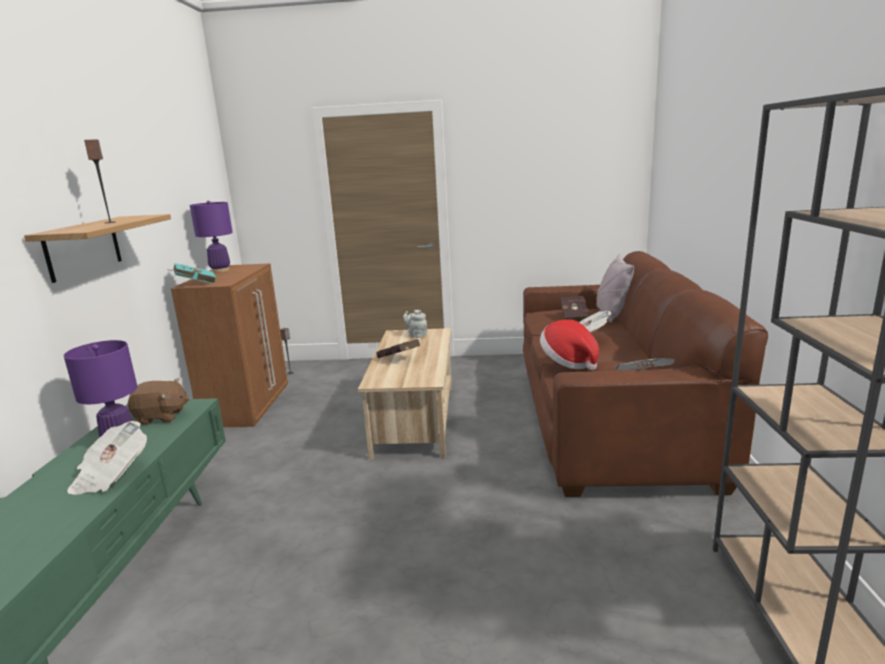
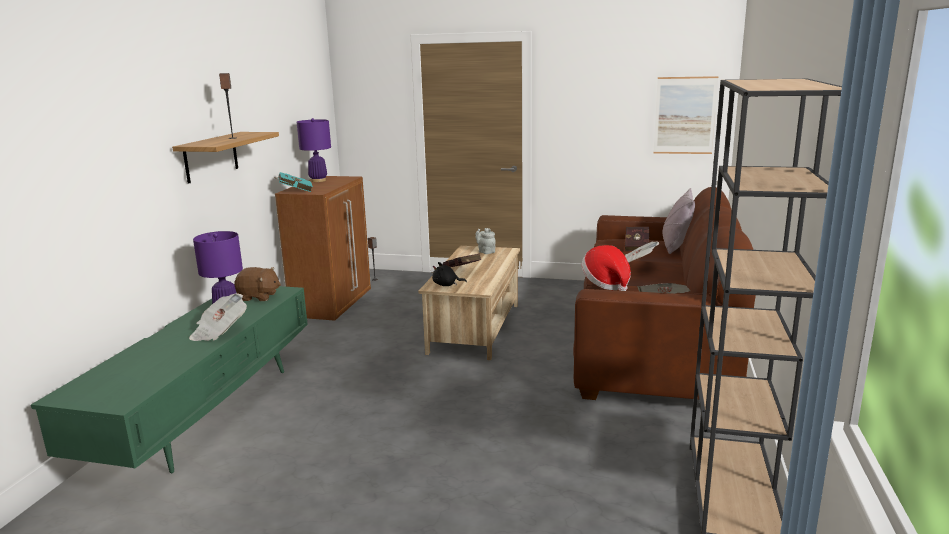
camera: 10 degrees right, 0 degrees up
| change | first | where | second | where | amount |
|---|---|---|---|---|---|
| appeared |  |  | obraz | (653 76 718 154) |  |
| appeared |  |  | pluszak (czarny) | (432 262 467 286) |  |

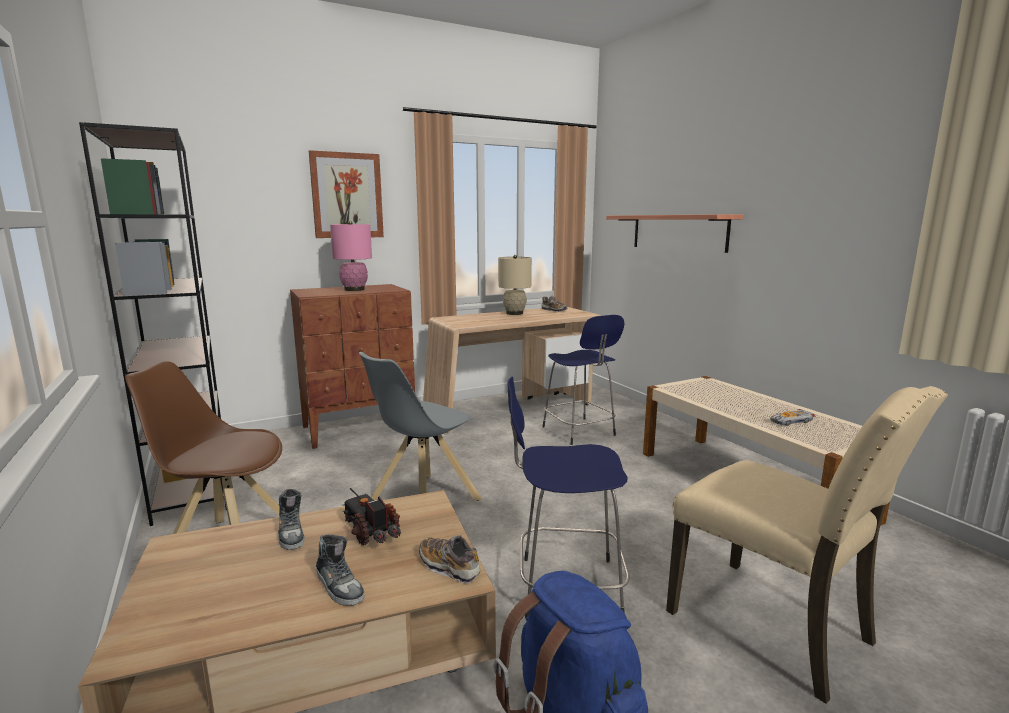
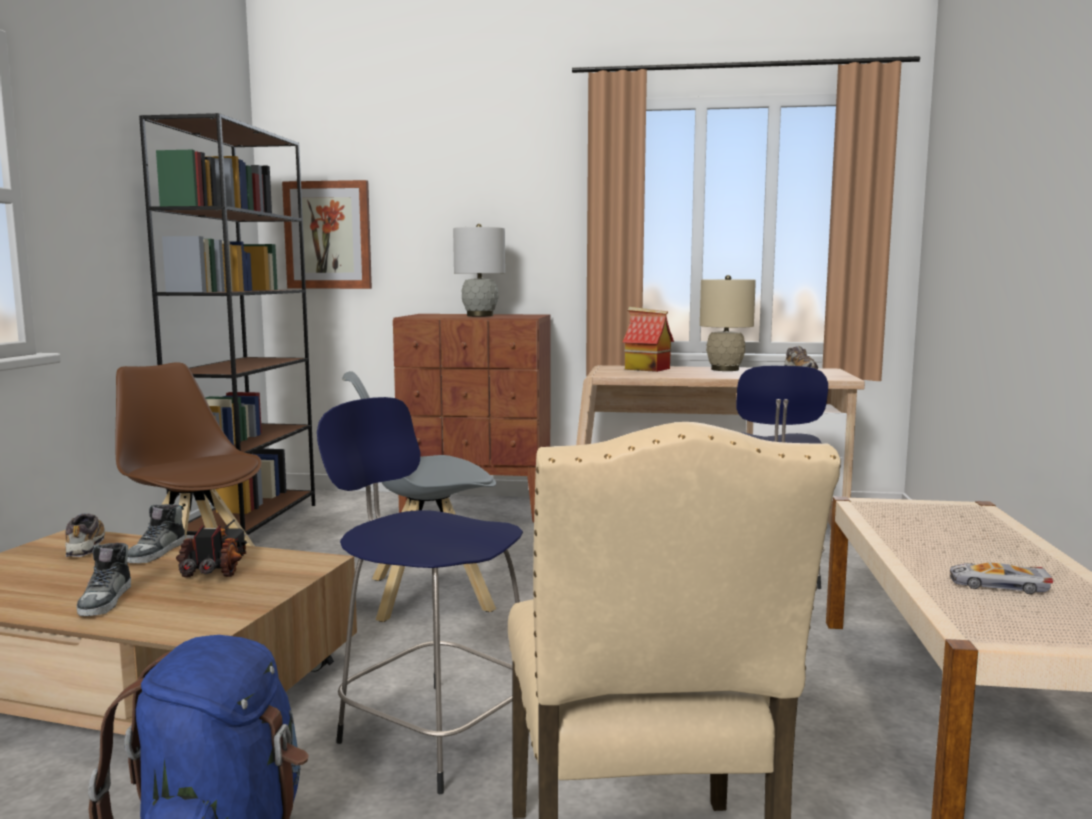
camera: 35 degrees right, 5 degrees down
| change | first | where | second | where | amount |
|---|---|---|---|---|---|
| relocated | obraz | (309 150 384 238) |  | (282 180 372 289) |  |
| missing | półka | (606 214 743 253) |  |  |  |
| colour | lampa stołowa (różowy) | (330 221 372 291) | lampa stołowa (biały) | (453 224 505 316) |  |
| relocated | but | (419 535 480 584) |  | (65 513 105 557) |  |
| appeared |  |  | domek | (622 307 674 372) |  |

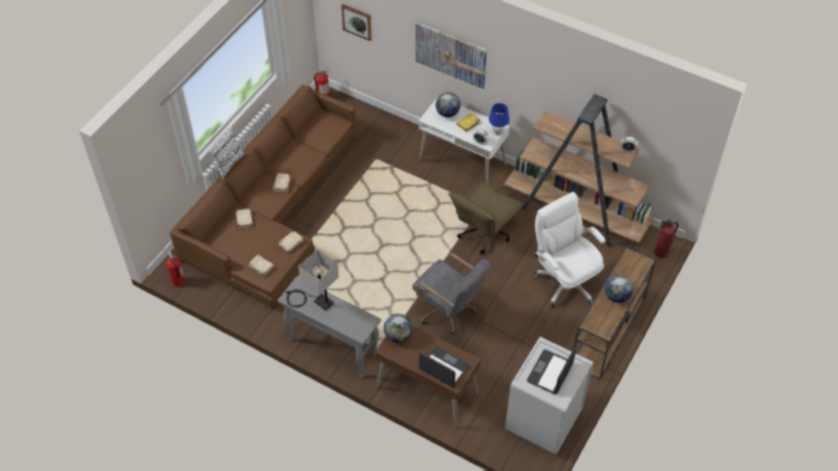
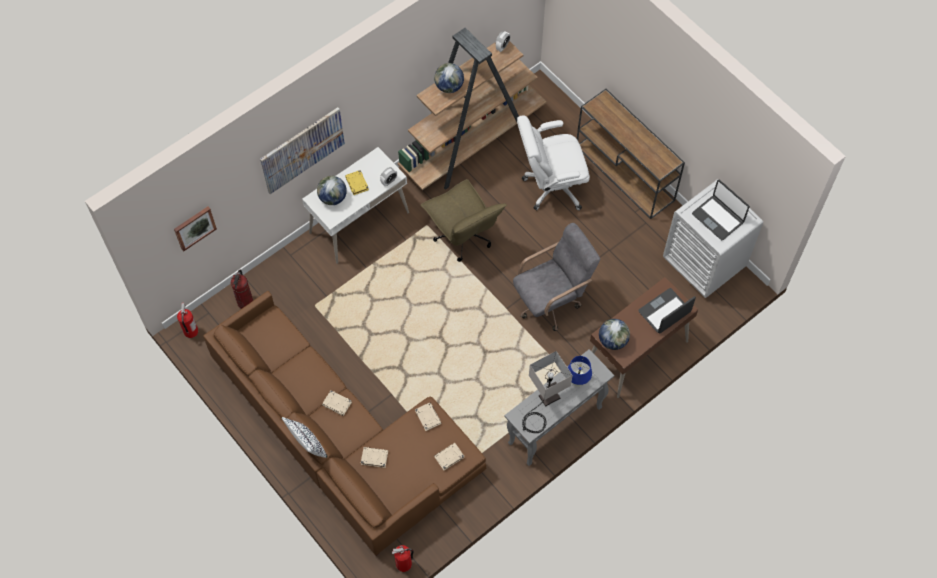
camera: 70 degrees left, 10 degrees up
| change | first | where | second | where | amount |
|---|---|---|---|---|---|
| relocated | lampa stołowa (niebieski) | (489 103 509 135) |  | (568 356 592 387) |  |
| relocated | gaśnica | (654 220 678 258) |  | (231 270 253 309) |  |
| relocated | globus | (604 274 633 303) |  | (434 63 464 93) |  |

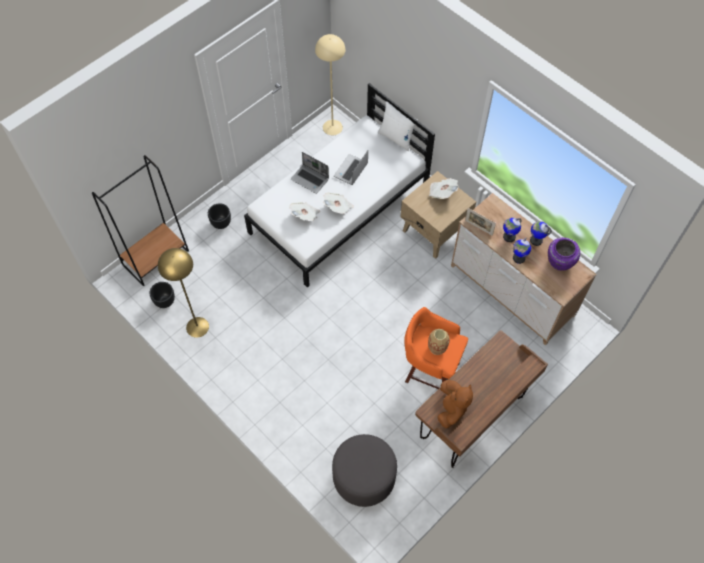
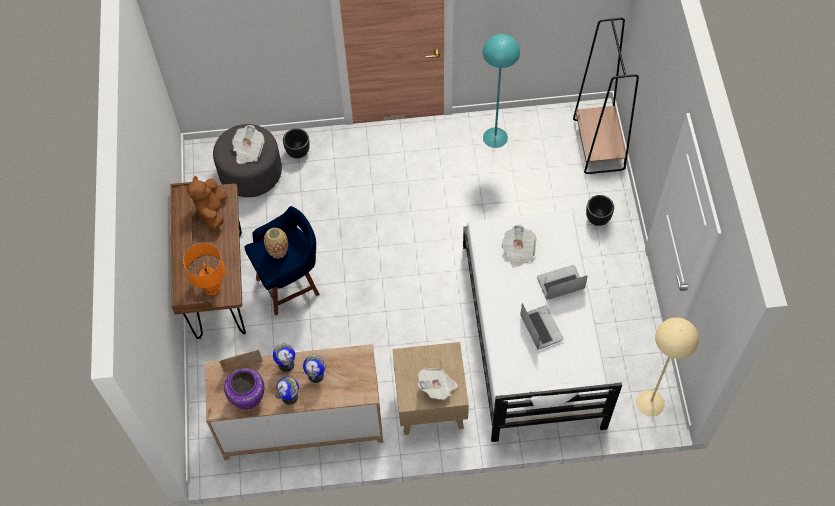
camera: 130 degrees right, 0 degrees up
| change | first | where | second | where | amount |
|---|---|---|---|---|---|
| relocated | gazeta | (323 192 354 214) |  | (232 125 265 164) |  |
| relocated | ramka na zdjęcie | (465 208 496 236) |  | (219 349 263 372) |  |
| colour | lampa stojąca (żółty) | (158 248 209 338) | lampa stojąca (turkusowy) | (483 34 520 148) |  |
| relocated | donica (czarny) | (149 282 175 308) |  | (283 128 310 158) |  |
| colour | stołek (pomarańczowy) | (404 307 468 389) | stołek (niebieski) | (244 206 320 316) |  |
| spun | pluszak (brązowy) | (437 379 473 428) |  | (187 176 227 229) | 45 degrees clockwise |
| appeared |  |  | lampa stołowa (pomarańczowy) | (183 243 225 296) |  |

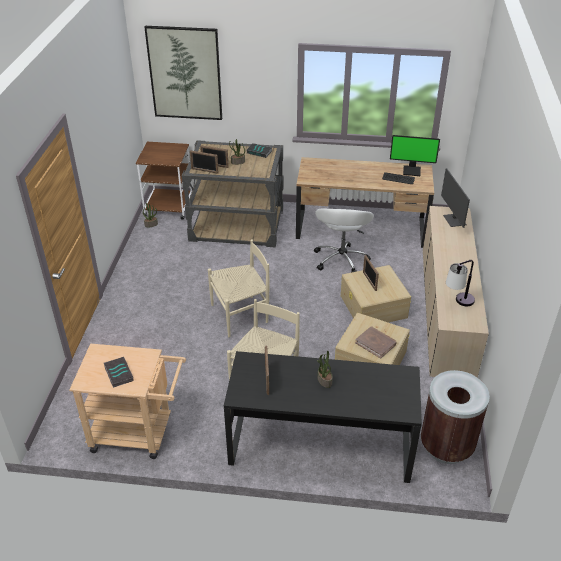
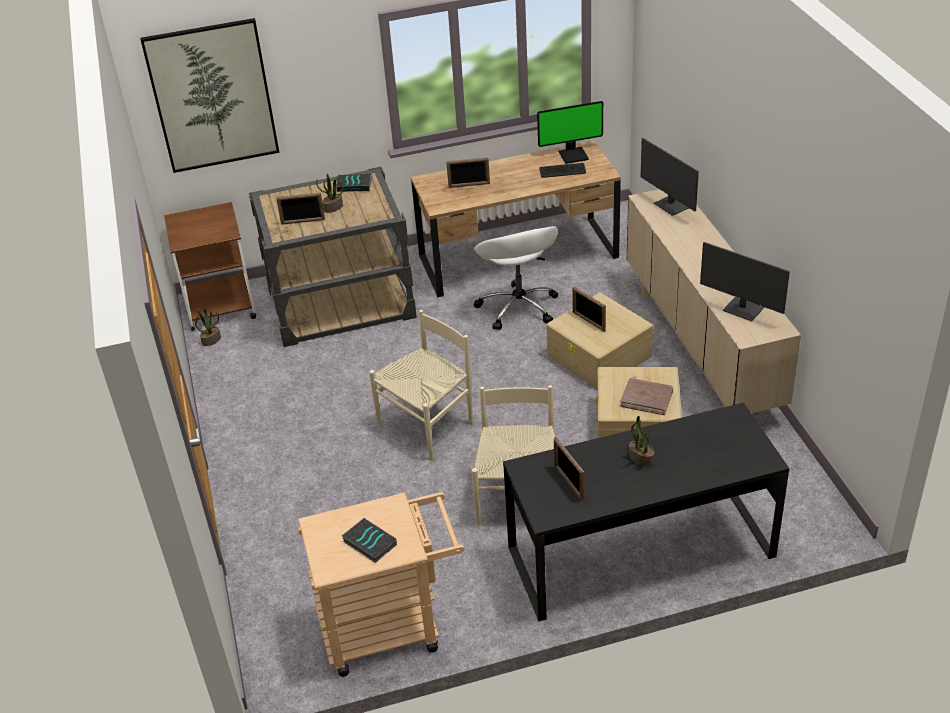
camera: 20 degrees left, 0 degrees up
| change | first | where | second | where | amount |
|---|---|---|---|---|---|
| relocated | ramka na zdjęcie | (190 150 218 174) |  | (446 157 490 188) |  |
| exchanged | lampa stołowa | (446 260 475 306) | monitor | (700 242 790 321) |  |
| missing | kosz na śmieci (brązowy) | (421 370 490 464) |  |  |  |

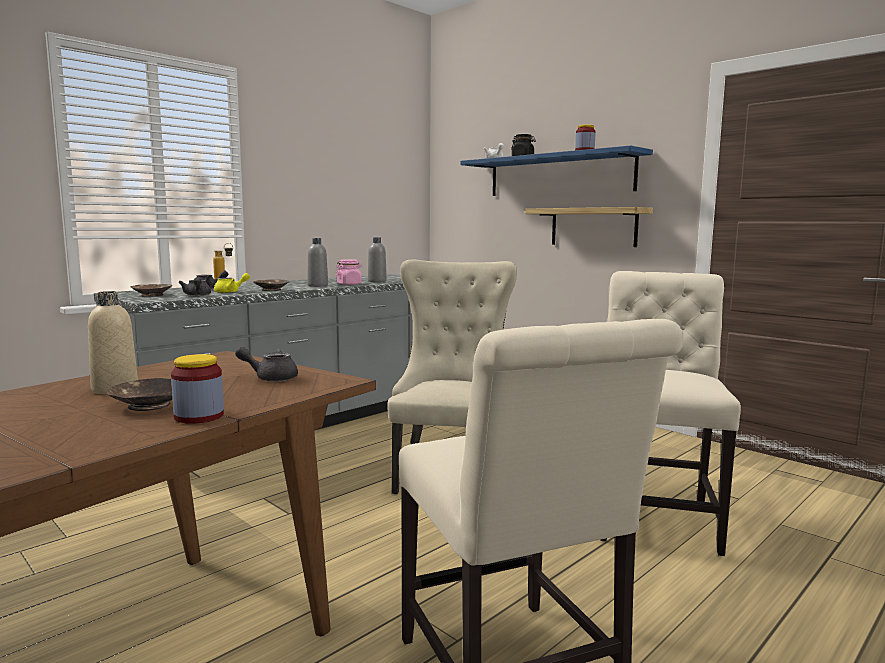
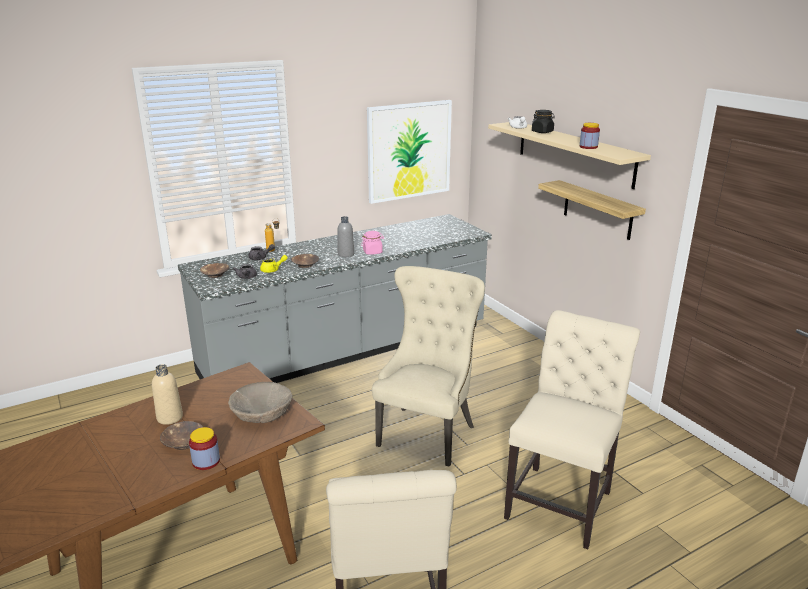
camera: 15 degrees right, 15 degrees up
| change | first | where | second | where | amount |
|---|---|---|---|---|---|
| colour | półka (niebieski) | (460 145 653 196) | półka (beżowy) | (488 122 651 189) |  |
| missing | butelka (szary) | (368 237 387 282) |  |  |  |
| exchanged | imbryk (szary) | (235 347 298 382) | miska (beżowy) | (228 382 293 423) |  |
| appeared |  |  | obraz | (367 100 452 204) |  |

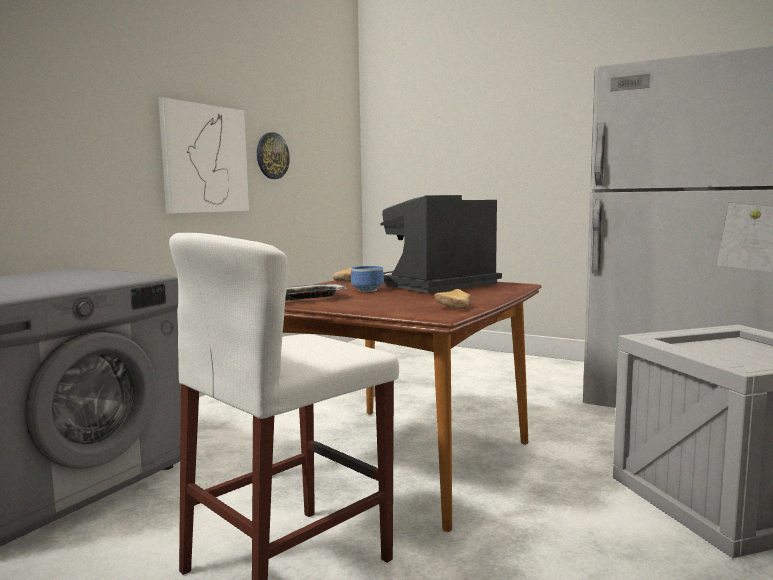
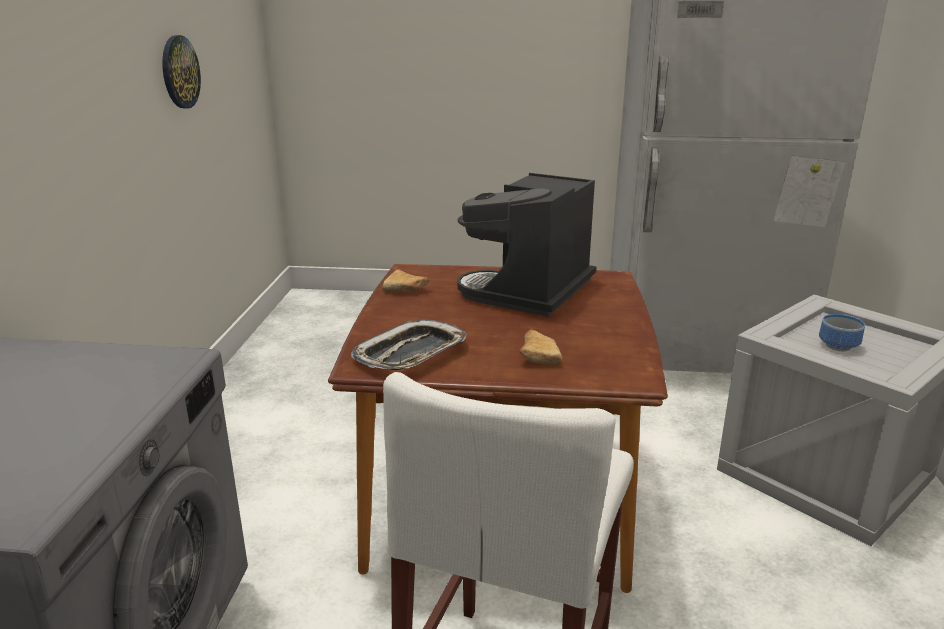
camera: 25 degrees left, 15 degrees up
| change | first | where | second | where | amount |
|---|---|---|---|---|---|
| missing | obraz | (158 97 249 214) |  |  |  |
| relocated | miska | (351 266 384 292) |  | (819 314 865 351) |  |
| relocated | chleb | (434 289 471 309) |  | (520 330 562 366) |  |

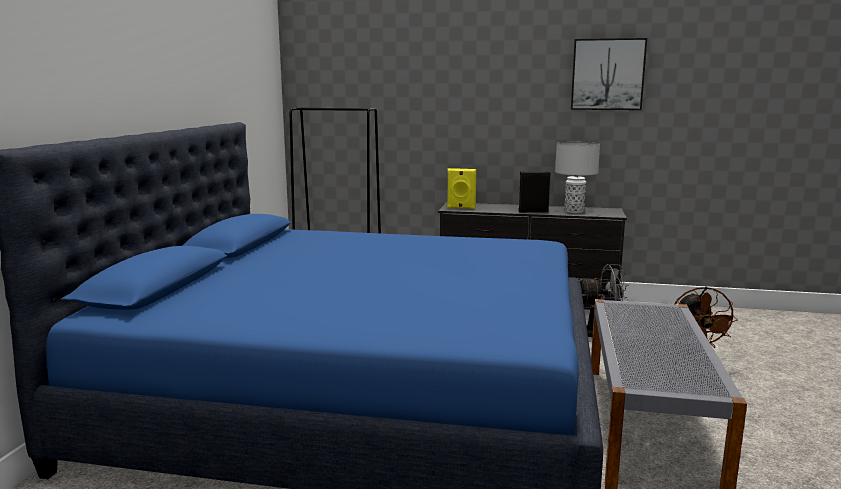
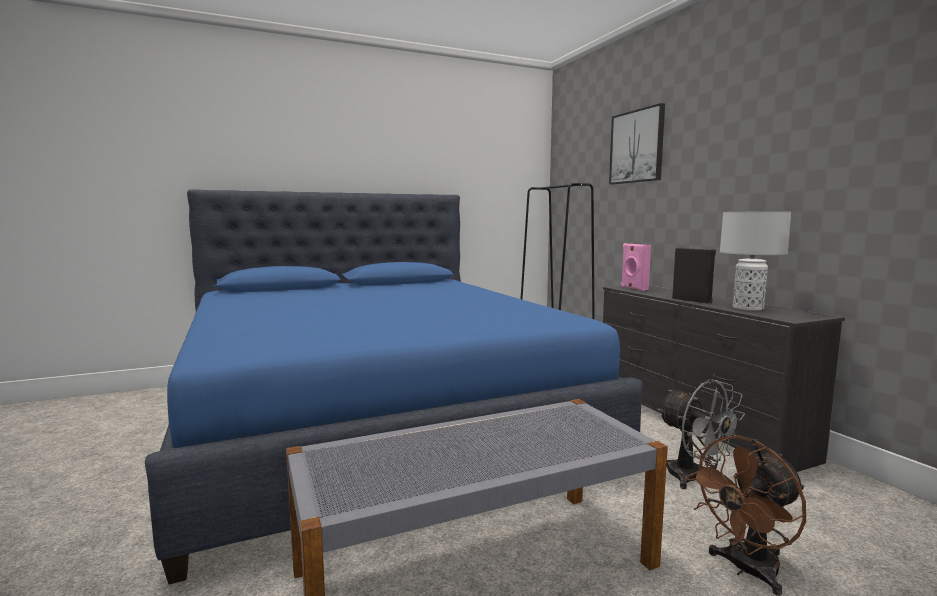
camera: 55 degrees right, 5 degrees down
| change | first | where | second | where | amount |
|---|---|---|---|---|---|
| relocated | obraz | (571 38 647 110) |  | (609 103 665 184) |  |
| colour | głośnik (żółty) | (447 168 476 209) | głośnik (różowy) | (621 243 651 291) |  |

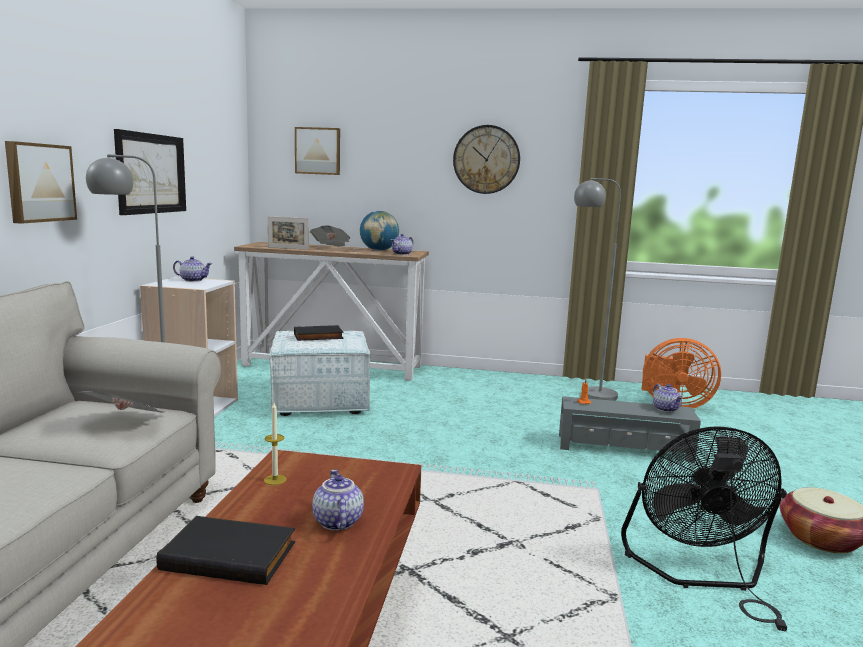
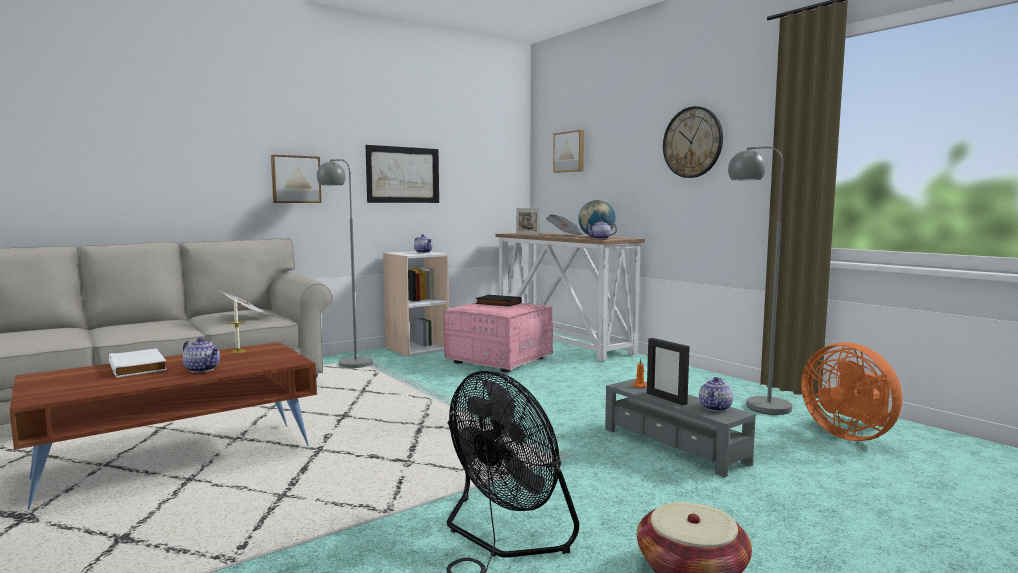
camera: 45 degrees right, 5 degrees down
| change | first | where | second | where | amount |
|---|---|---|---|---|---|
| colour | pufa (biały) | (269 331 370 416) | pufa (różowy) | (443 303 553 372) |  |
| spun | imbryk | (312 470 364 531) |  | (183 337 220 373) | 90 degrees clockwise |
| colour | książka (czarny) | (156 516 295 585) | książka (biały) | (109 348 167 378) |  |
| appeared |  |  | ramka na zdjęcie | (647 338 690 405) |  |

